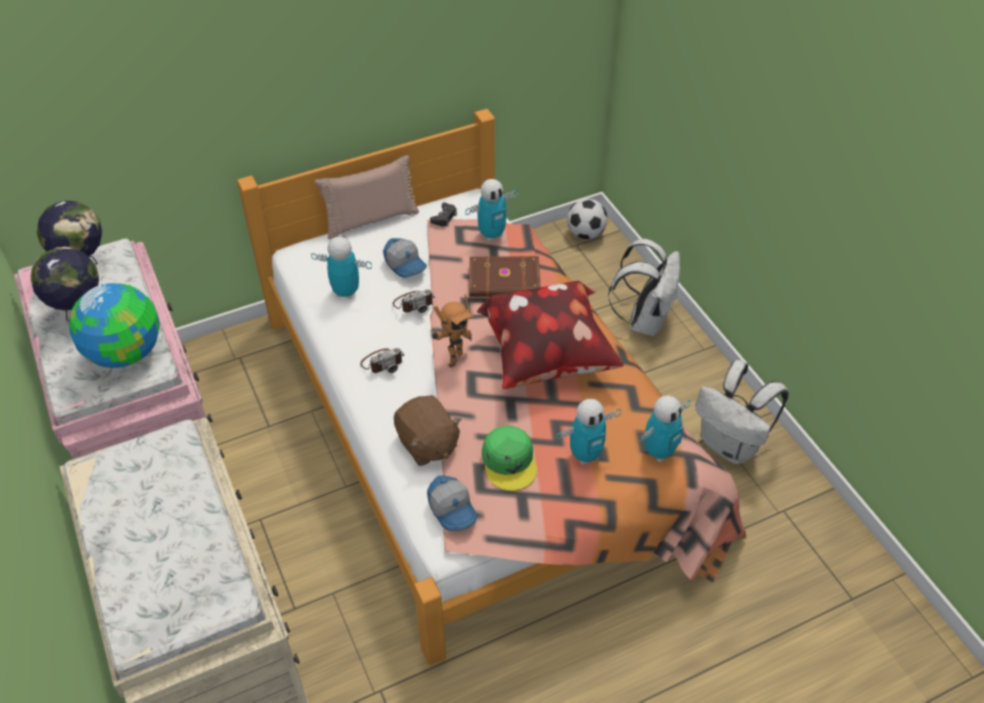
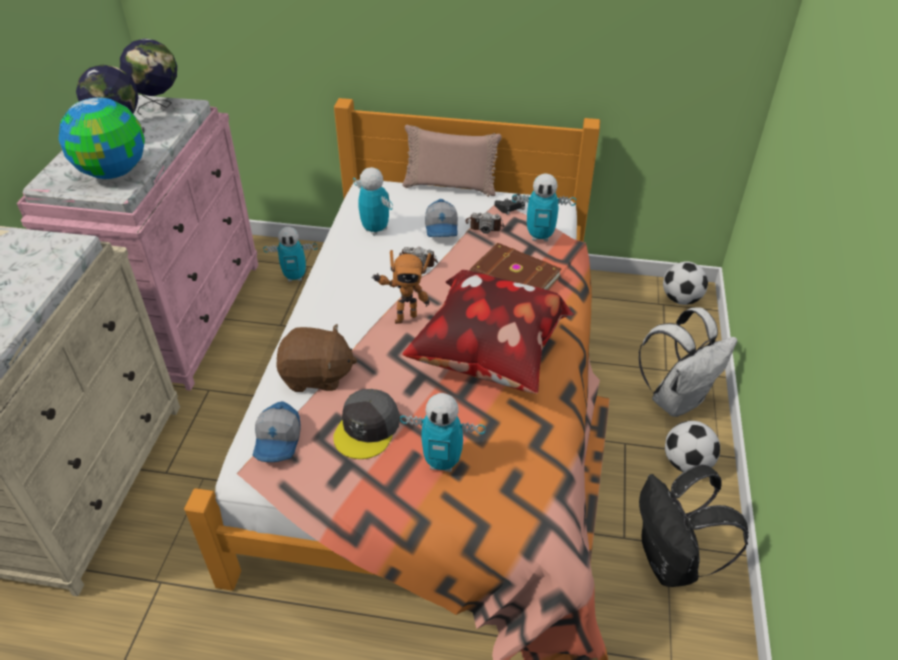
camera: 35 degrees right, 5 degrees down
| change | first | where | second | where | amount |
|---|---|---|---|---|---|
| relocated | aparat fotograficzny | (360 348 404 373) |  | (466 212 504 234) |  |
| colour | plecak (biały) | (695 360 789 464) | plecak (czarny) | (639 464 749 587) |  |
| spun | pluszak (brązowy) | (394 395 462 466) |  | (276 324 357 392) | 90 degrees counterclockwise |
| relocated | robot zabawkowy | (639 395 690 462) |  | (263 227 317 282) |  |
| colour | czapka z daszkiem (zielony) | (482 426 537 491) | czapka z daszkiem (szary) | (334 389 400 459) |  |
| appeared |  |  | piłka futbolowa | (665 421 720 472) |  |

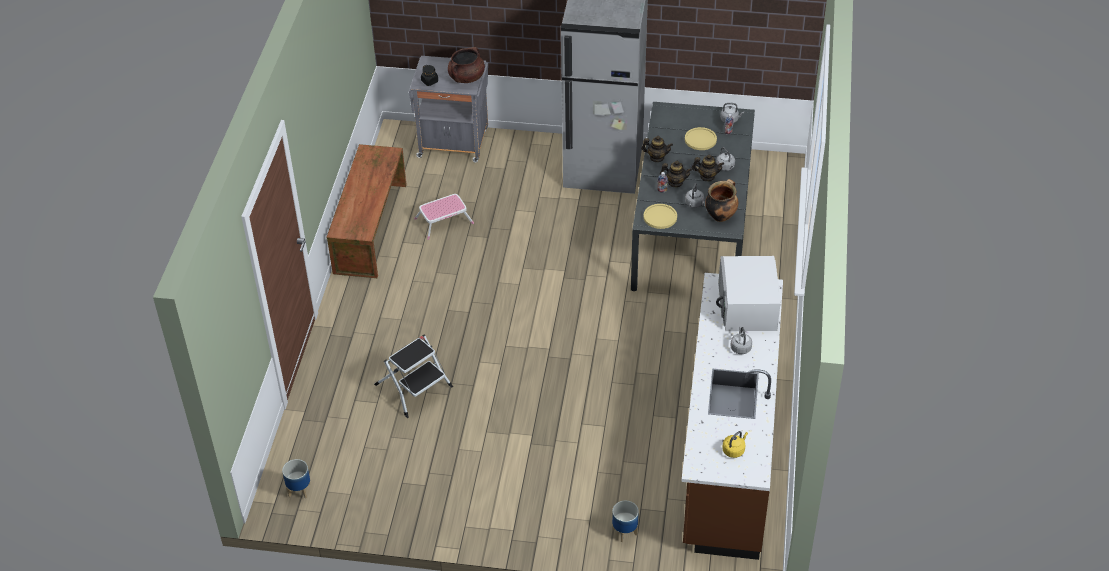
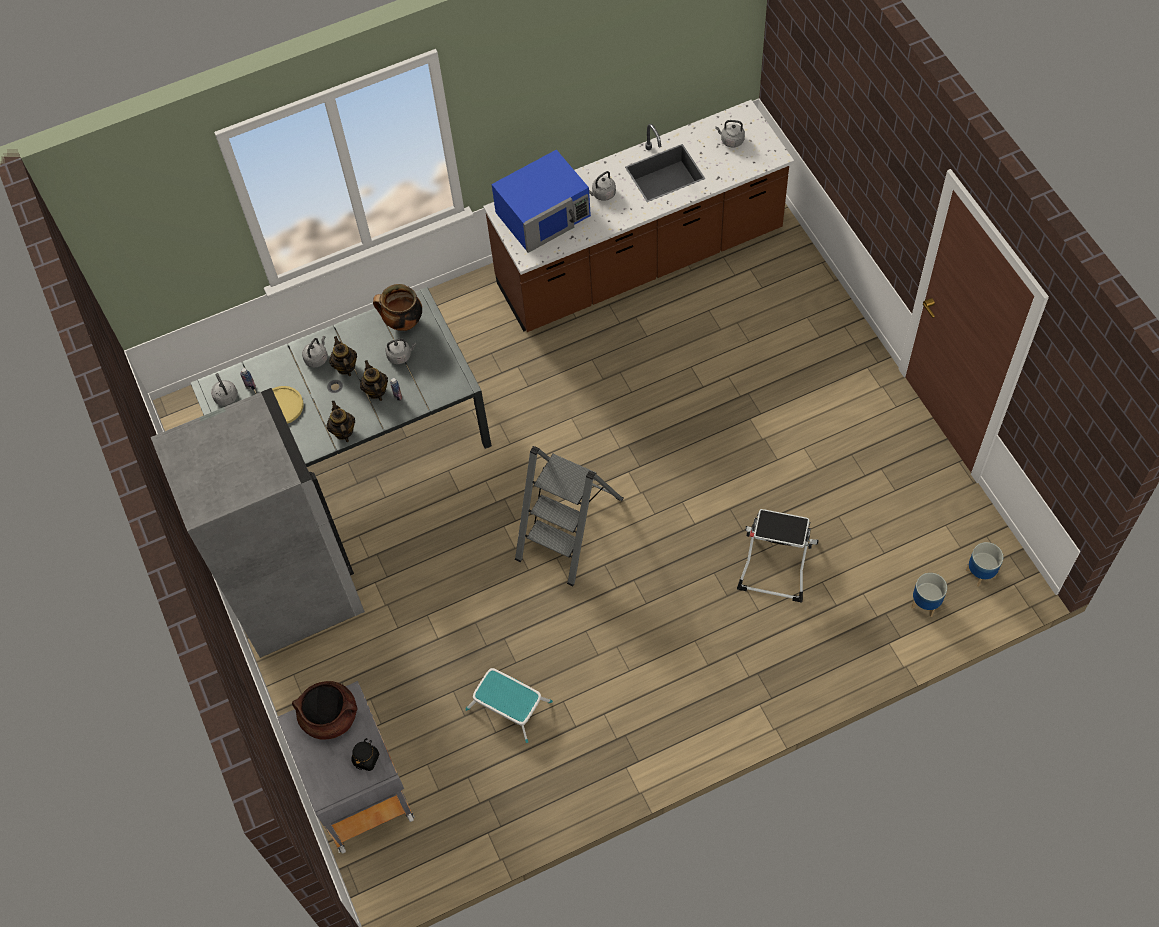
camera: 120 degrees left, 15 degrees up
| change | first | where | second | where | amount |
|---|---|---|---|---|---|
| missing | ławka (brązowy) | (326 144 407 278) |  |  |  |
| colour | drabinka (różowy) | (414 194 474 240) | drabinka (turkusowy) | (465 668 553 743) |  |
| missing | talerz (żółty) | (644 204 677 229) |  |  |  |
| colour | mikrofalówka (biały) | (716 256 781 331) | mikrofalówka (niebieski) | (492 150 591 253) |  |
| colour | czajnik (żółty) | (722 431 748 458) | czajnik (szary) | (715 120 745 147) |  |
| relocated | donica | (612 501 639 542) |  | (911 573 947 617) |  |
| appeared |  |  | drabinka (szary) | (515 446 623 586) |  |

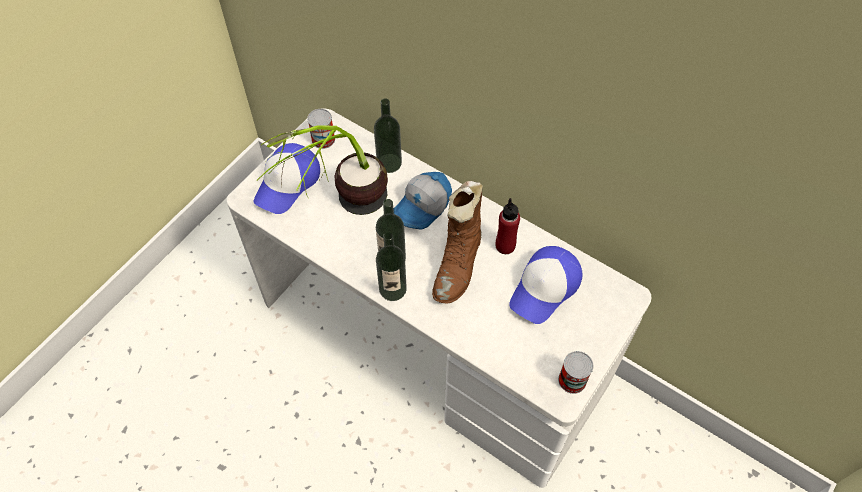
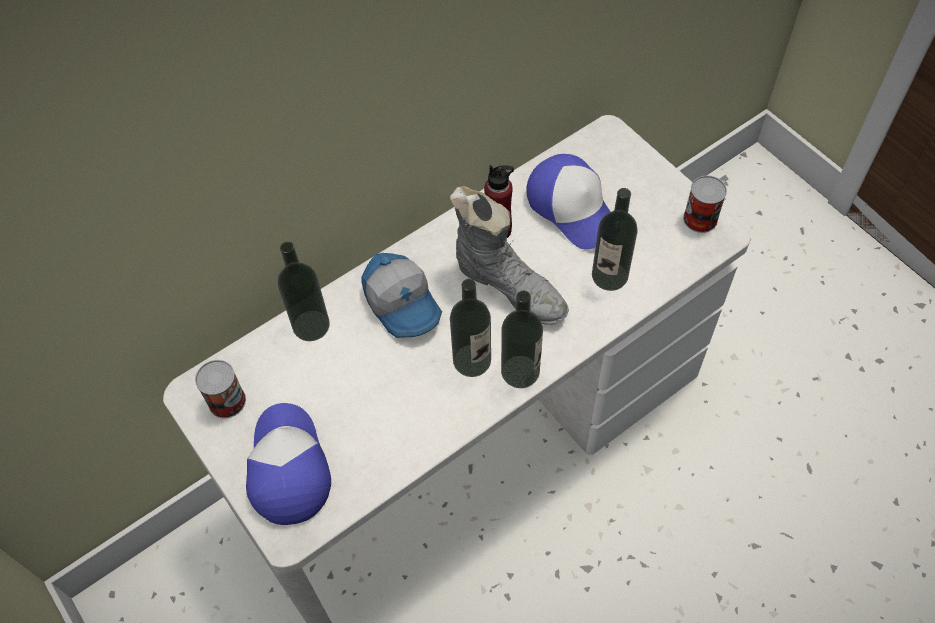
camera: 70 degrees left, 0 degrees up
| change | first | where | second | where | amount |
|---|---|---|---|---|---|
| missing | roślina doniczkowa | (257 126 388 215) |  |  |  |
| spun | czapka z daszkiem | (254 143 320 214) |  | (246 403 331 525) | 150 degrees counterclockwise |
| colour | but z cholewką (brązowy) | (432 181 483 304) | but z cholewką (szary) | (450 186 569 325) |  |
| appeared |  |  | butelka | (592 188 638 291) |  |

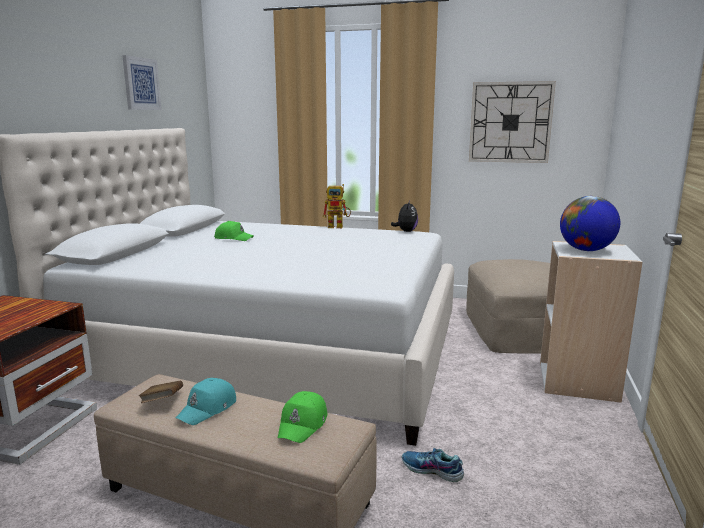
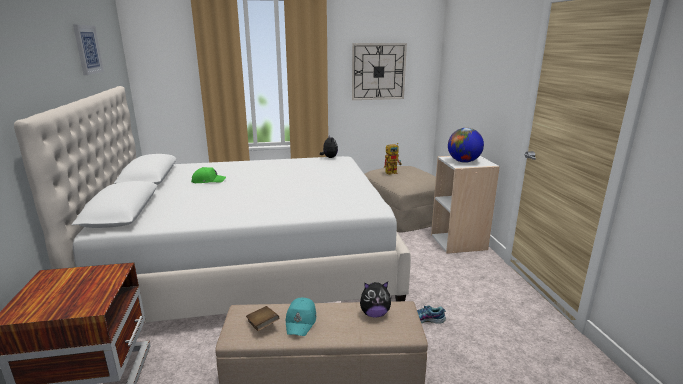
camera: 25 degrees left, 5 degrees up
| change | first | where | second | where | amount |
|---|---|---|---|---|---|
| relocated | robot zabawkowy | (322 184 351 228) |  | (384 143 402 175) |  |
| exchanged | czapka z daszkiem (zielony) | (278 391 328 443) | pluszak | (360 282 392 318) |  |

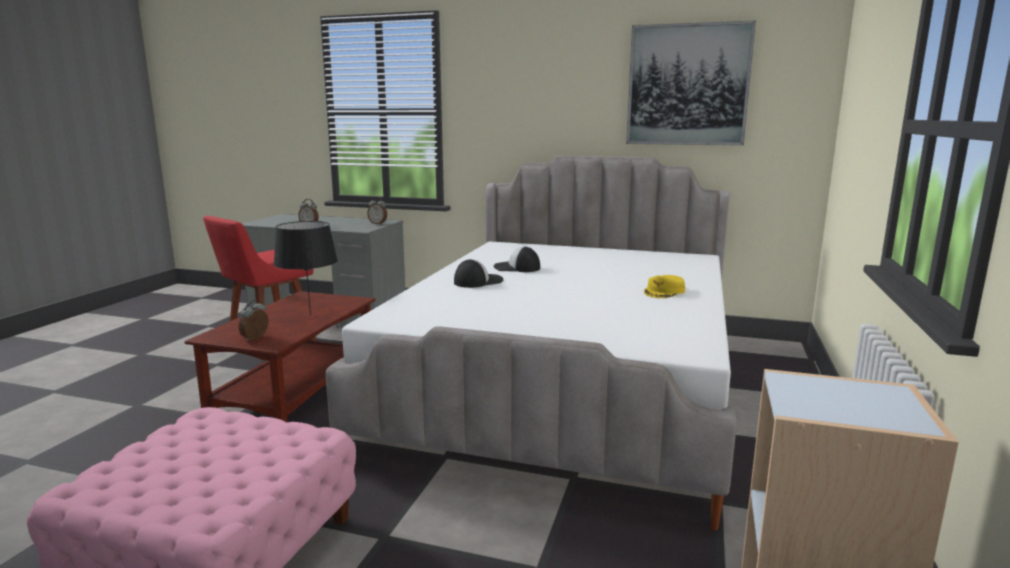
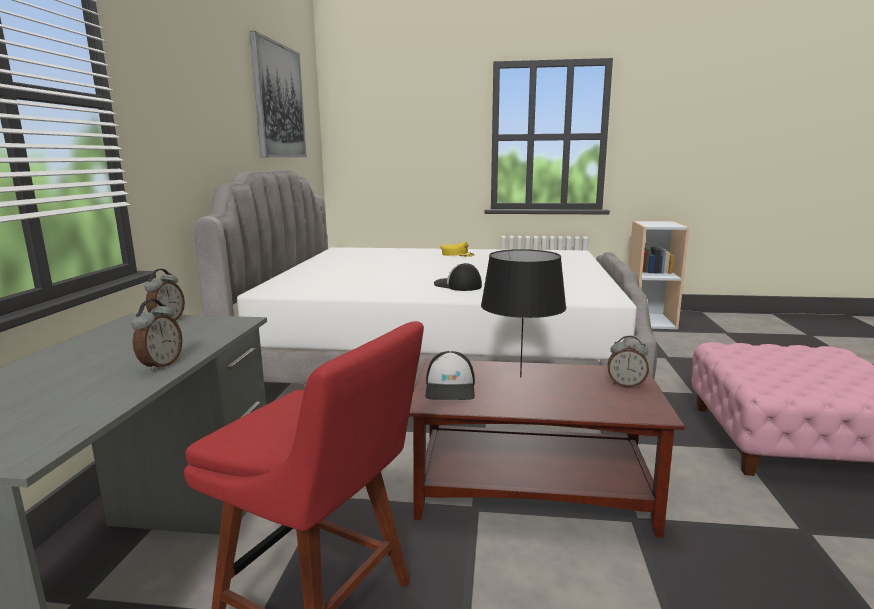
camera: 100 degrees left, 0 degrees up
| change | first | where | second | where | amount |
|---|---|---|---|---|---|
| relocated | czapka z daszkiem | (494 247 540 272) |  | (426 351 475 400) |  |

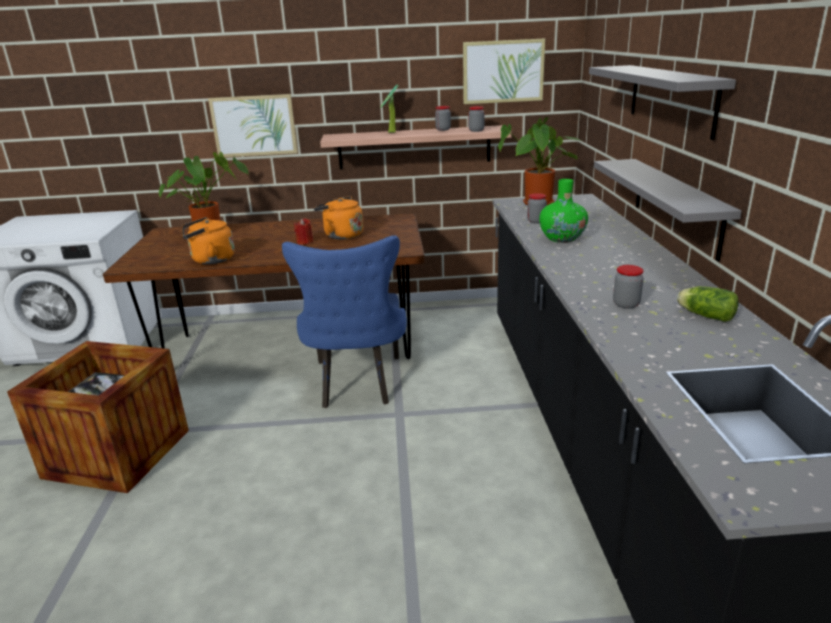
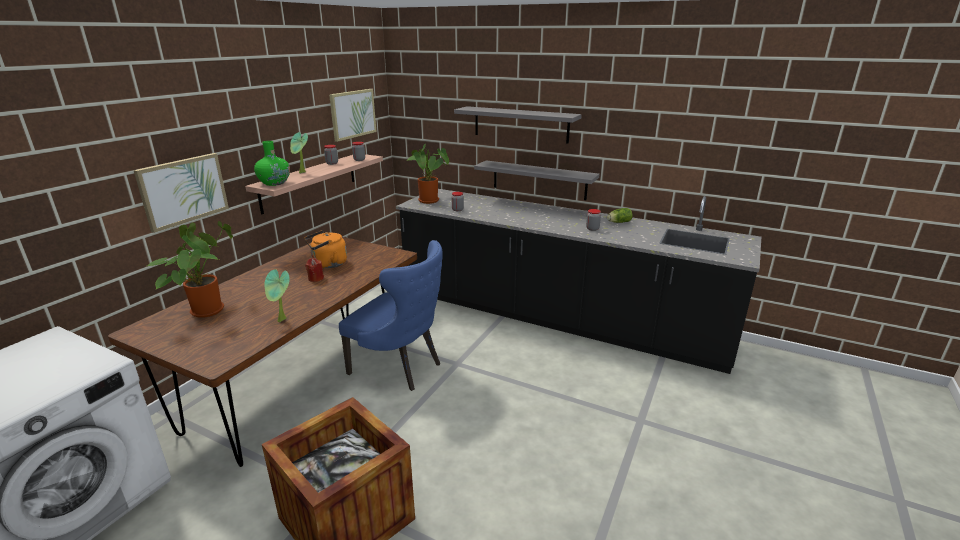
camera: 60 degrees left, 0 degrees up
| change | first | where | second | where | amount |
|---|---|---|---|---|---|
| relocated | wazon (zielony) | (539 179 588 243) |  | (254 141 290 186) |  |
| exchanged | czajnik (pomarańczowy) | (182 217 235 264) | roślina doniczkowa | (264 269 290 322) |  |

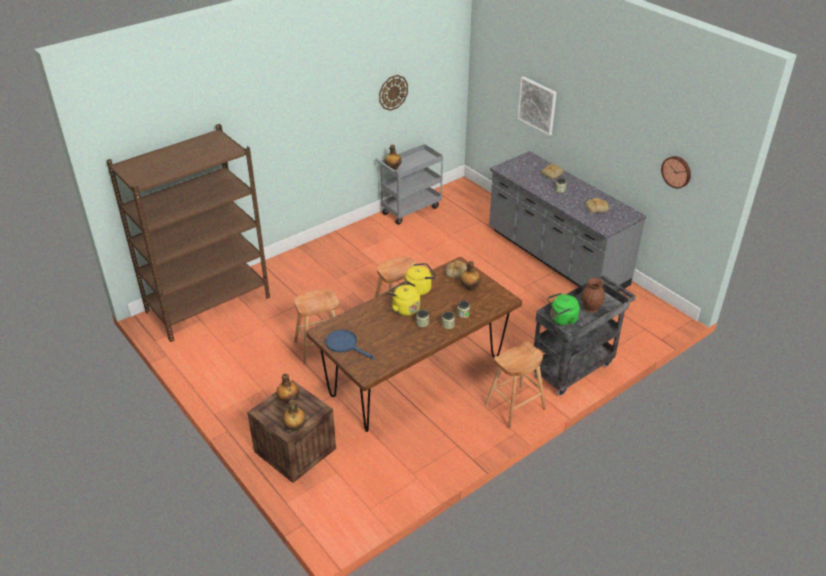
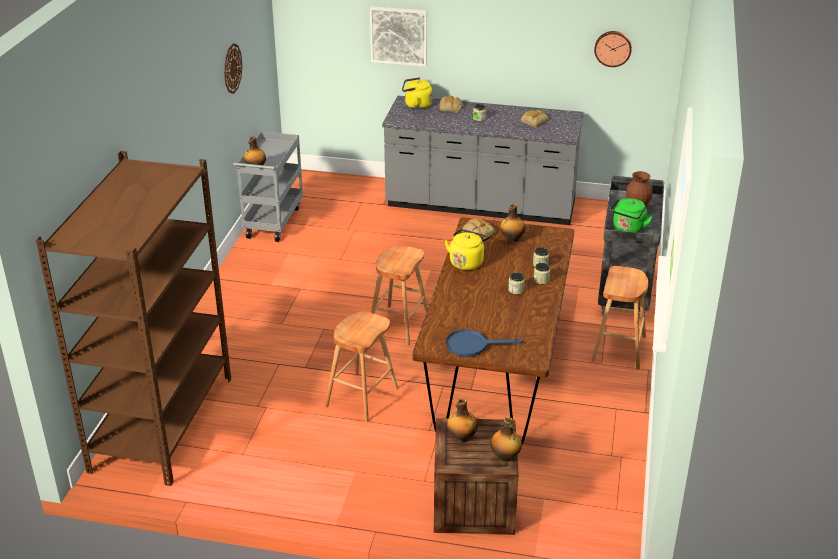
camera: 40 degrees left, 5 degrees down
| change | first | where | second | where | amount |
|---|---|---|---|---|---|
| relocated | czajnik (żółty) | (387 281 420 316) |  | (402 77 432 109) |  |

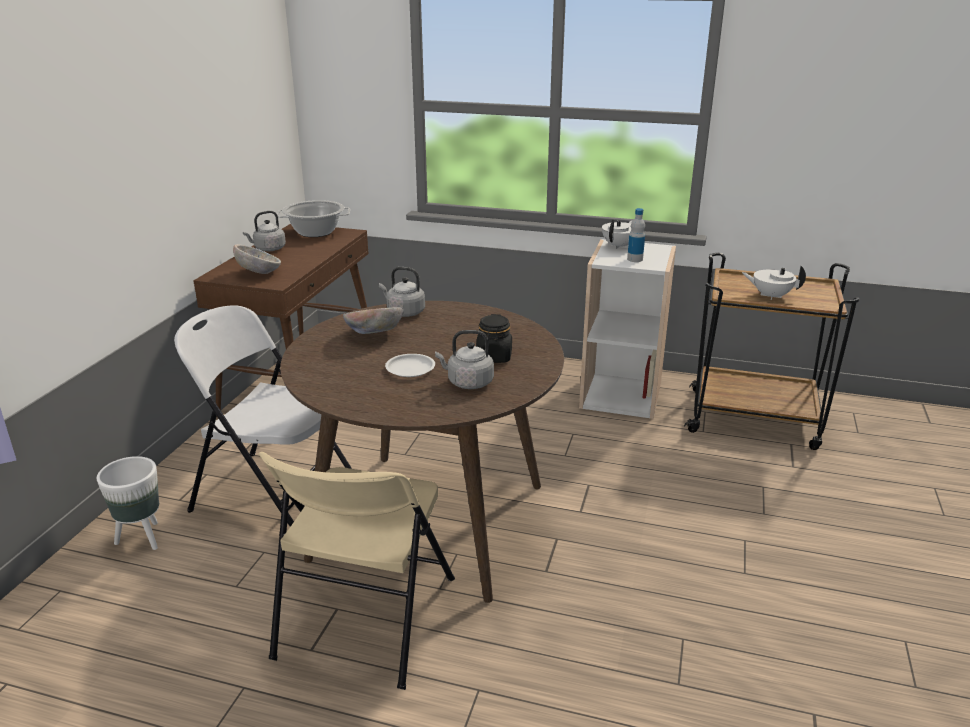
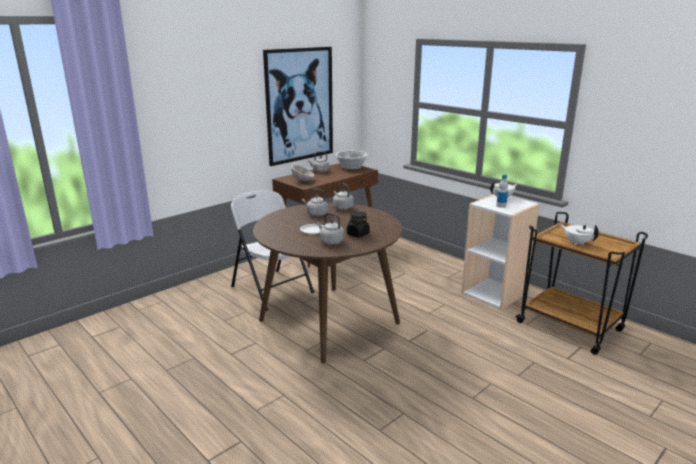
camera: 30 degrees right, 5 degrees down
| change | first | where | second | where | amount |
|---|---|---|---|---|---|
| exchanged | miska | (343 307 403 334) | czajnik (szary) | (302 189 328 216) |  |
| missing | krzesło (beżowy) | (259 452 455 690) |  |  |  |
| missing | donica (biały) | (97 456 159 550) |  |  |  |
| appeared |  |  | obraz | (263 47 333 166) |  |

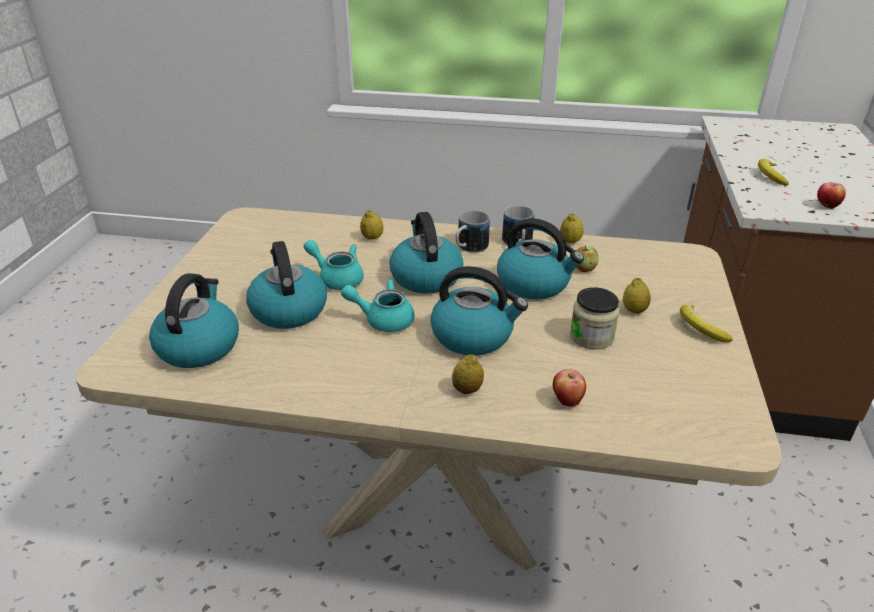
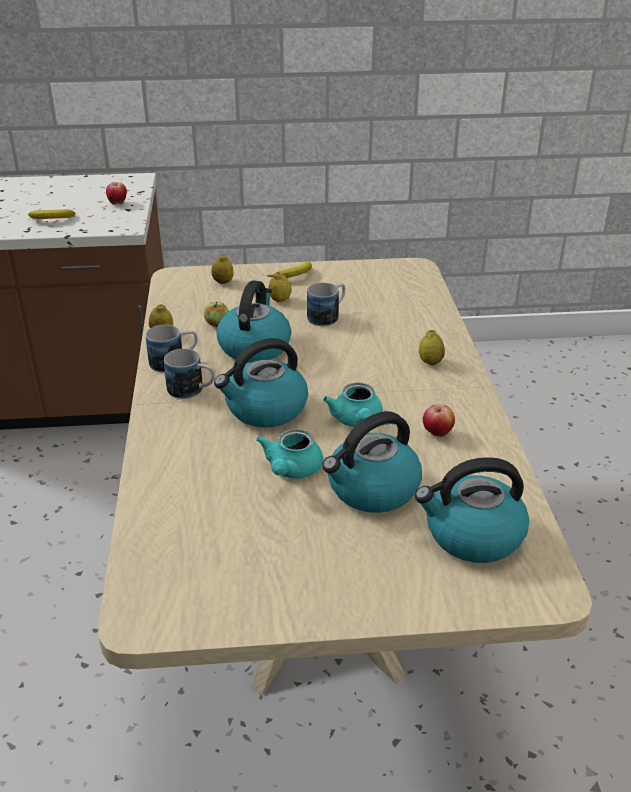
camera: 105 degrees left, 0 degrees up
| change | first | where | second | where | amount |
|---|---|---|---|---|---|
| relocated | cytryna | (360 210 383 240) |  | (211 254 234 284) |  |
| missing | czajnik | (430 266 528 355) |  |  |  |
| exchanged | słoik | (570 287 620 349) | kubek | (307 283 345 326) |  |
| relocated | jabłko | (553 369 586 407) |  | (423 404 455 437) |  |

